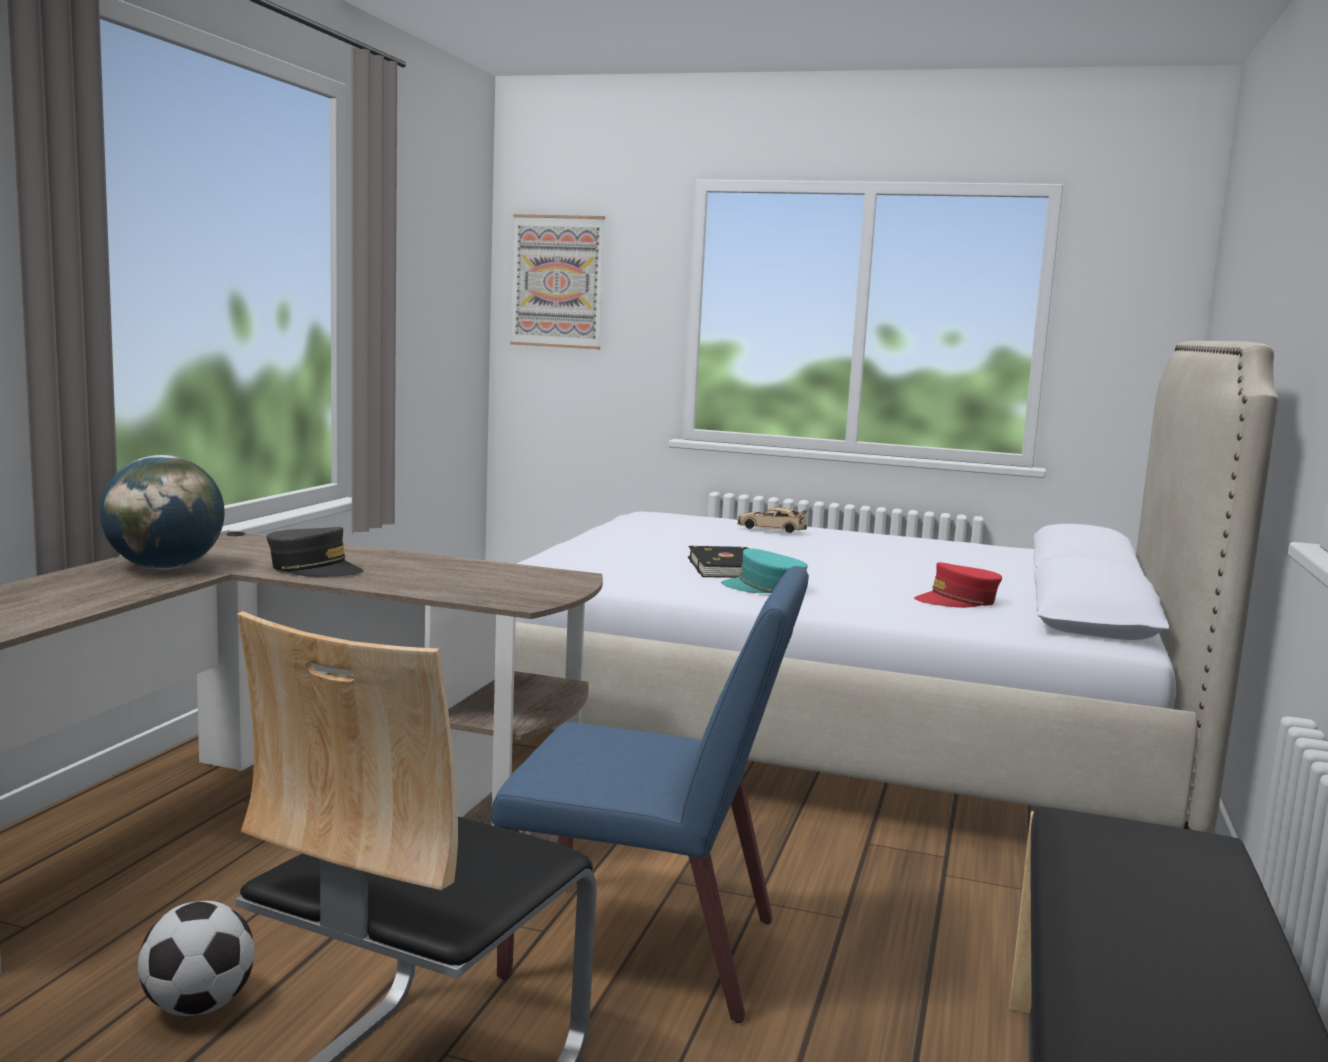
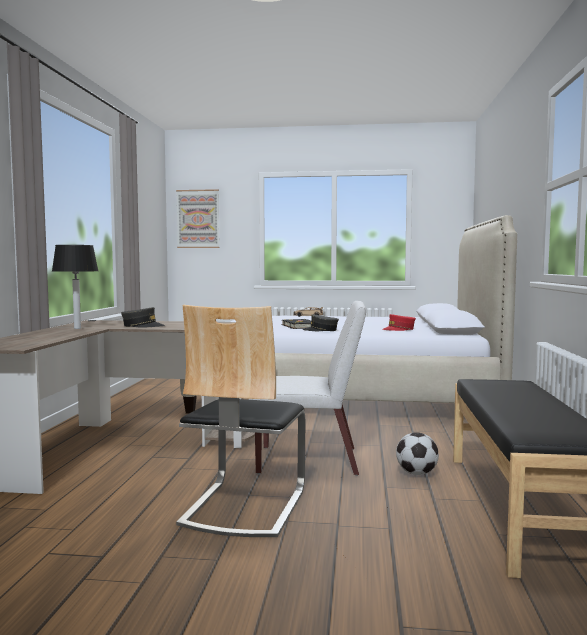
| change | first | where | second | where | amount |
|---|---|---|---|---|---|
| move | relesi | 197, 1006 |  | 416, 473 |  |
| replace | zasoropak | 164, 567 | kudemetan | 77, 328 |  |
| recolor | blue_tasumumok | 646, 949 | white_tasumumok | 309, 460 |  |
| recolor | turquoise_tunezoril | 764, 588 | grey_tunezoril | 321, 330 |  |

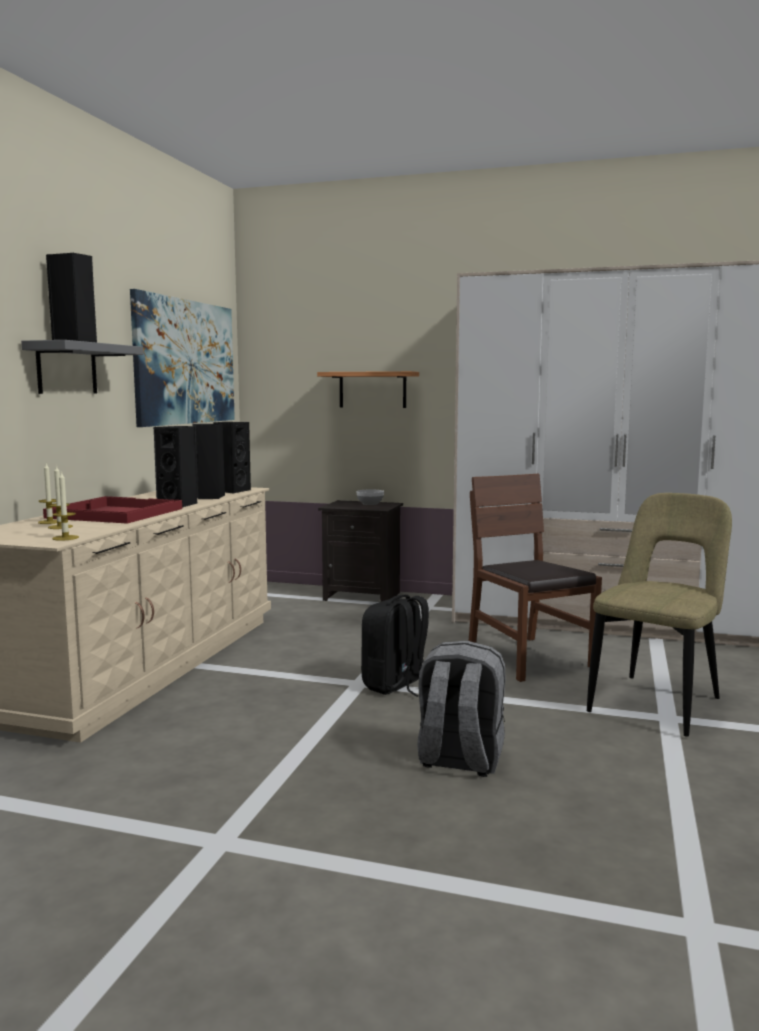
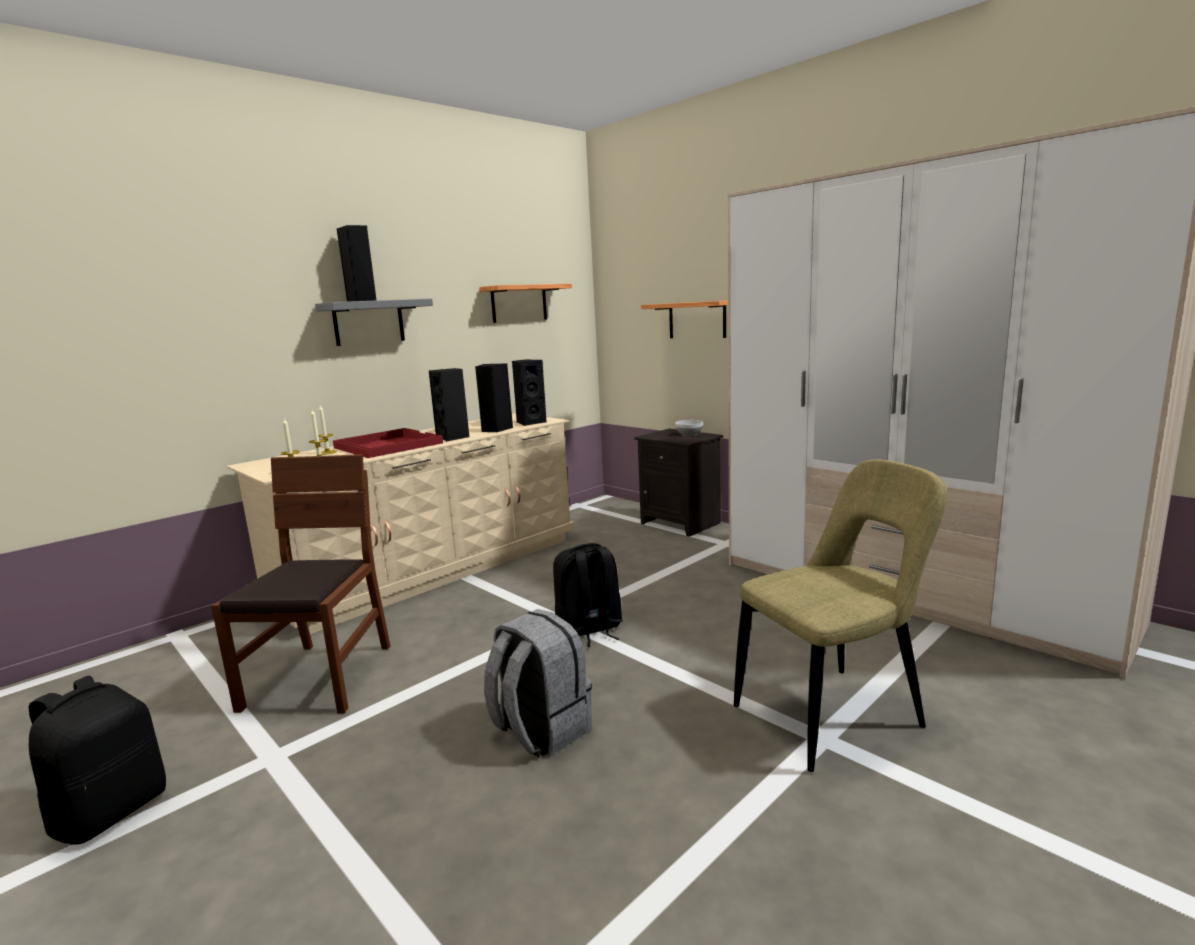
| change | first | where | second | where | amount |
|---|---|---|---|---|---|
| insert |  |  | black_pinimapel | 111, 811 |  |
| move | brown_tasumumok | 529, 658 |  | 321, 677 |  |
| replace | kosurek | 186, 362 | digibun | 519, 303 |  |

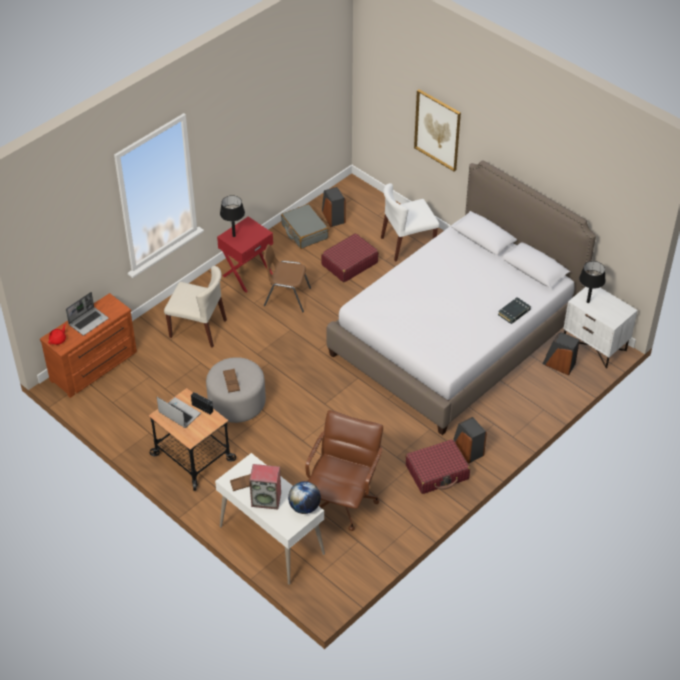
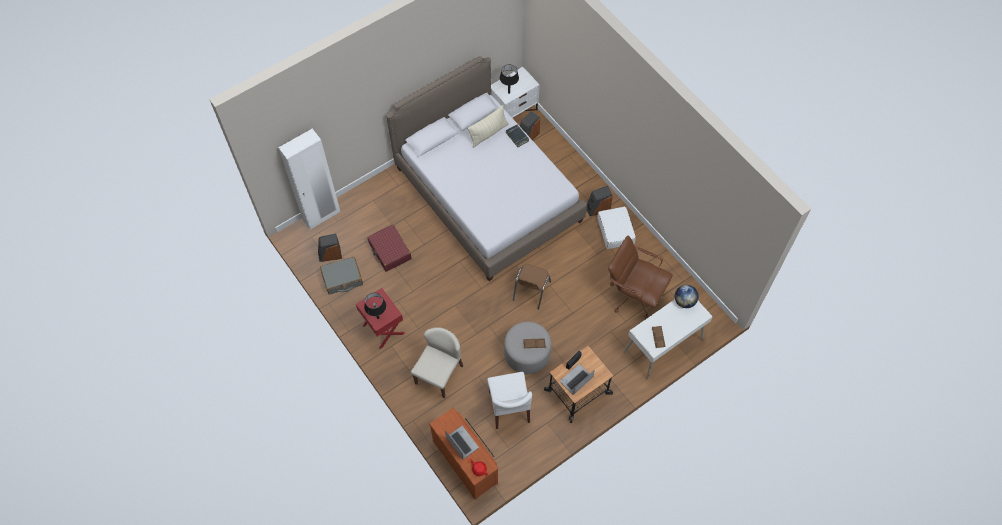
| change | first | where | second | where | amount |
|---|---|---|---|---|---|
| delete | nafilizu | 266, 499 |  |  |  |
| delete | kosurek | 437, 130 |  |  |  |
| insert |  |  | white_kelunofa | 321, 216 |  |
| insert |  |  | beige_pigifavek | 488, 133 |  |
| move | brown_tasumumok | 286, 297 |  | 530, 291 |  |
| move | white_tasumumok | 407, 244 |  | 509, 407 |  |
| recolor | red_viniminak | 437, 472 | white_viniminak | 615, 231 |  |

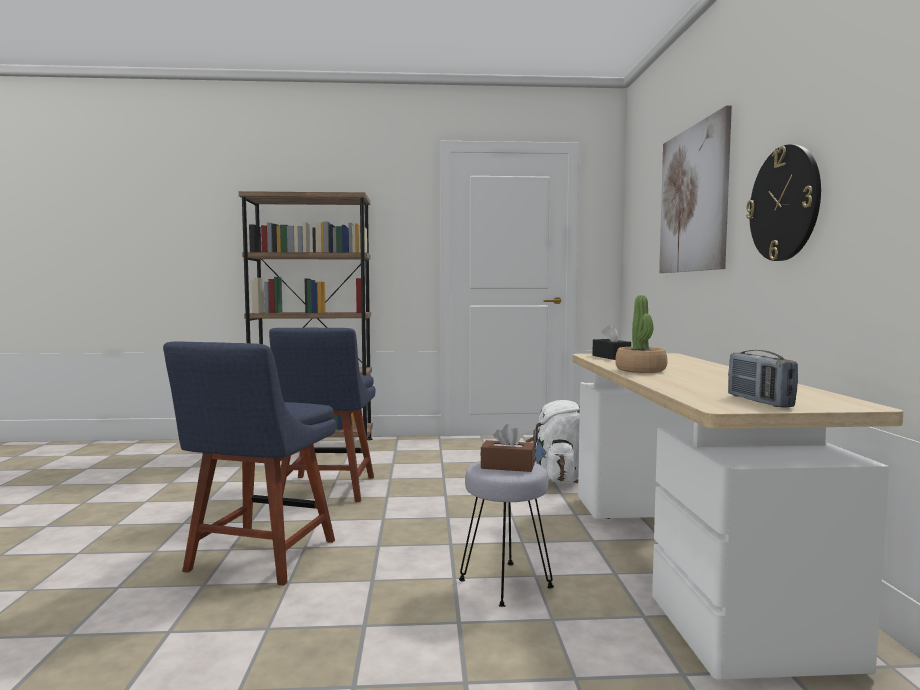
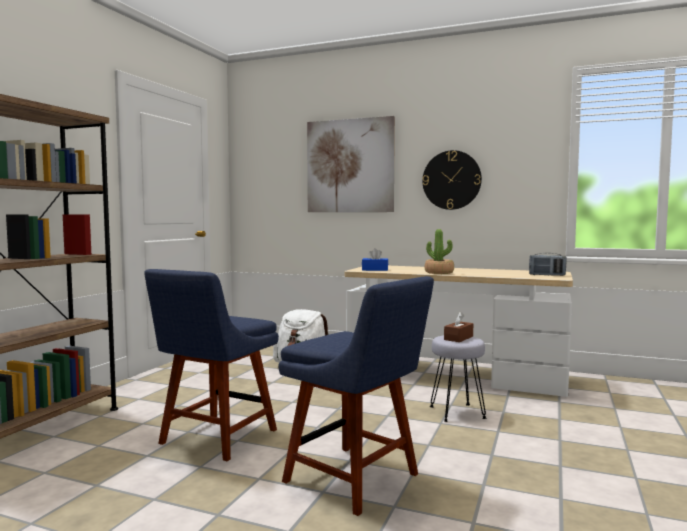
| change | first | where | second | where | amount |
|---|---|---|---|---|---|
| recolor | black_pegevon | 611, 357 | blue_pegevon | 375, 270 |  |
| rotate | blue_tasumumok | 326, 490 |  | 215, 438 | 90 degrees clockwise |

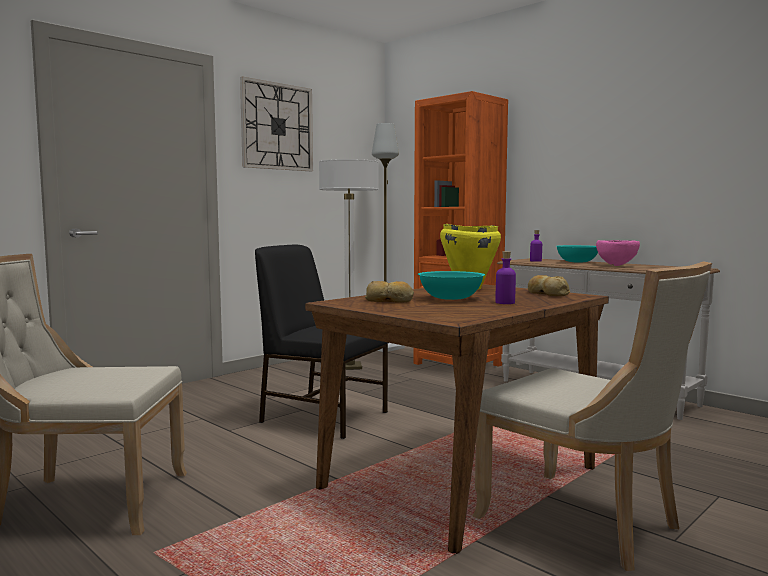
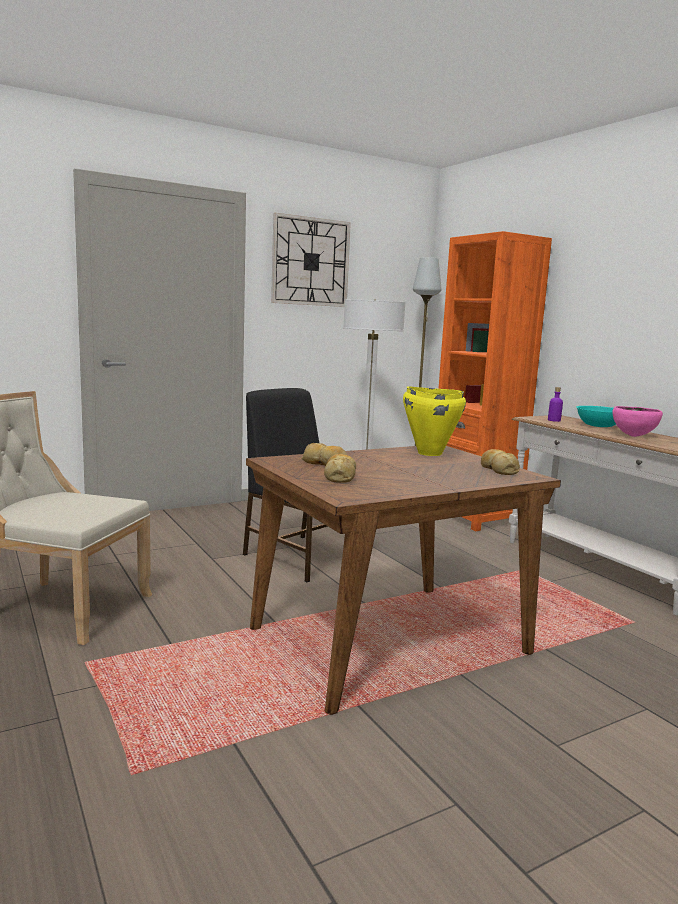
| change | first | where | second | where | amount |
|---|---|---|---|---|---|
| delete | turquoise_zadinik | 450, 298 |  |  |  |
| delete | beige_tasumumok | 585, 522 |  |  |  |
| delete | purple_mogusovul | 505, 302 |  |  |  |
| insert |  |  | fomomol | 340, 476 |  |

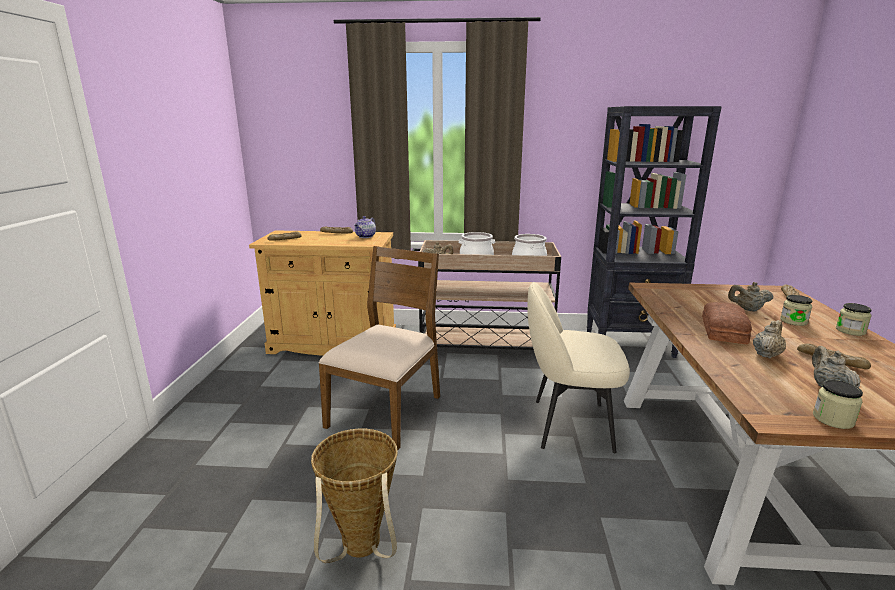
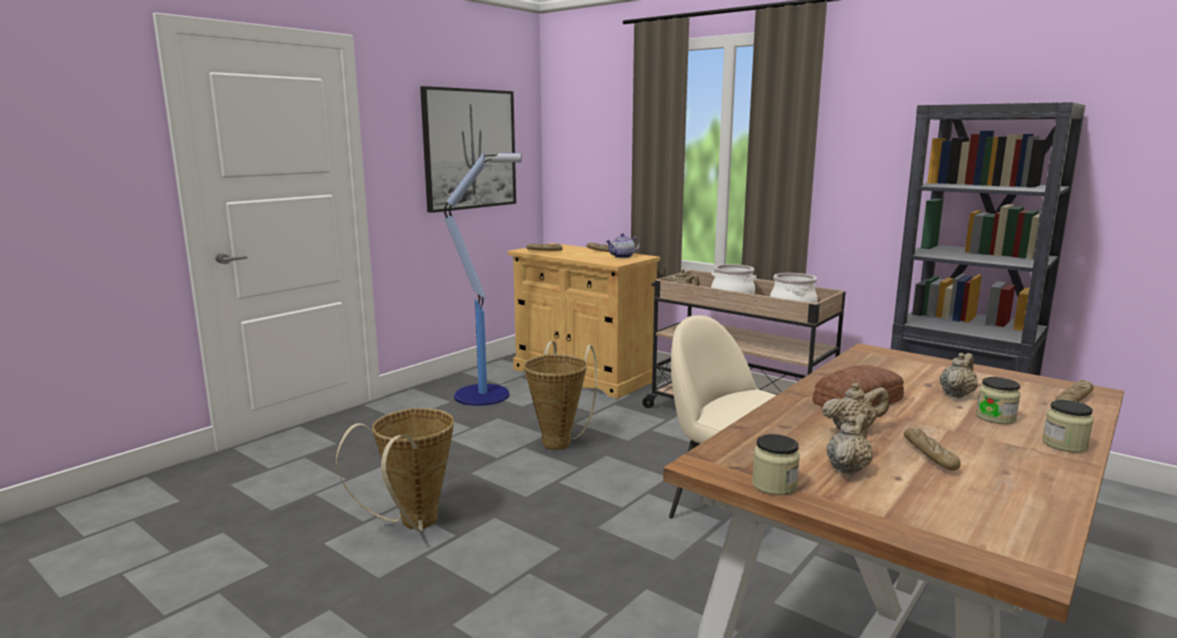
| change | first | where | second | where | amount |
|---|---|---|---|---|---|
| insert |  |  | kosurek | 470, 149 |  |
| insert |  |  | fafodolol | 484, 395 |  |
| replace | brown_tasumumok | 387, 411 | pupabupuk | 559, 441 |  |
| rotate | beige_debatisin | 747, 309 |  | 957, 395 | 90 degrees clockwise |

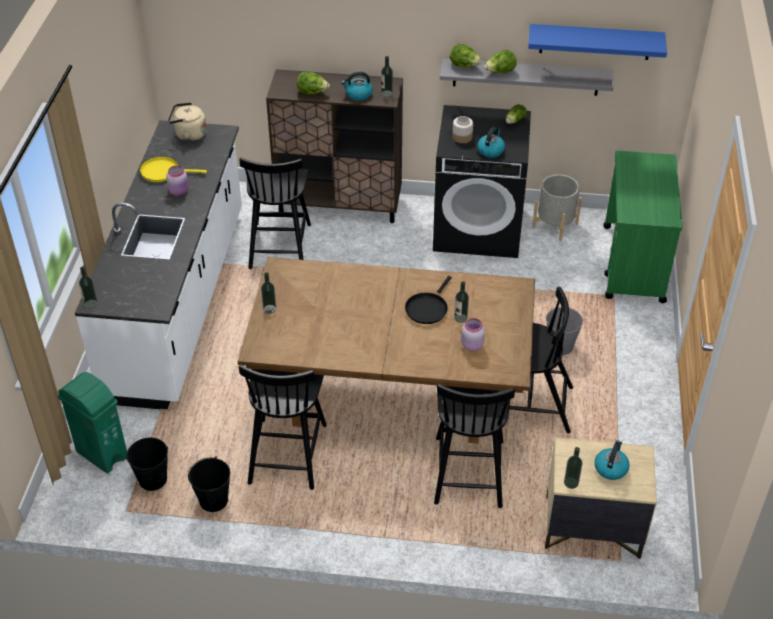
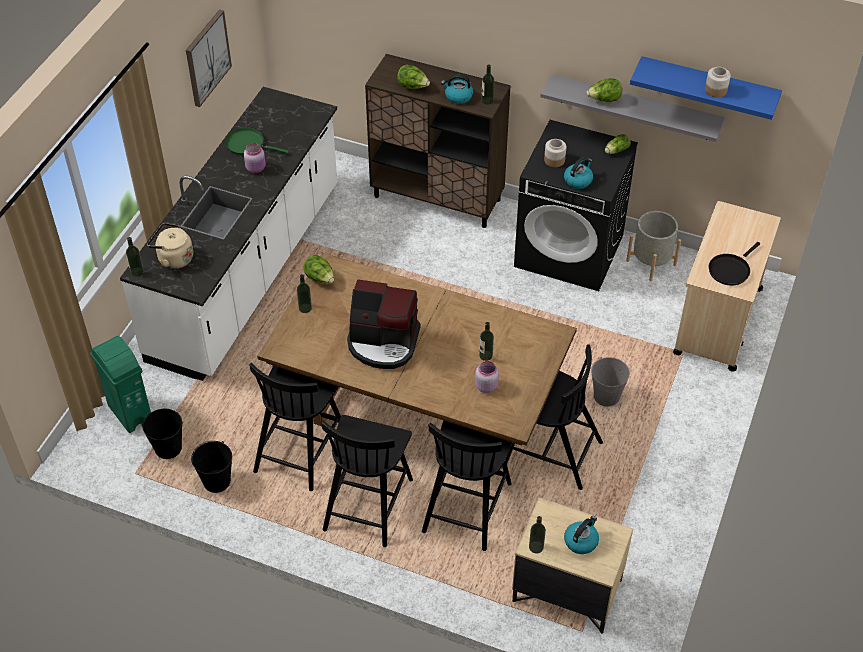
| change | first | where | second | where | amount |
|---|---|---|---|---|---|
| insert |  |  | kosurek | 207, 57 |  |
| insert |  |  | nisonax | 383, 343 |  |
| insert |  |  | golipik | 715, 90 |  |
| move | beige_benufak | 188, 135 |  | 173, 258 |  |
| move | black_tasumumok | 279, 245 |  | 368, 502 |  |
| move | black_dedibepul | 427, 308 |  | 730, 270 |  |
| move | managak | 464, 66 |  | 320, 278 |  |
| recolor | yellow_dedibepul | 163, 172 | green_dedibepul | 248, 144 |  |
| recolor | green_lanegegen | 633, 264 | beige_lanegegen | 717, 322 |  |

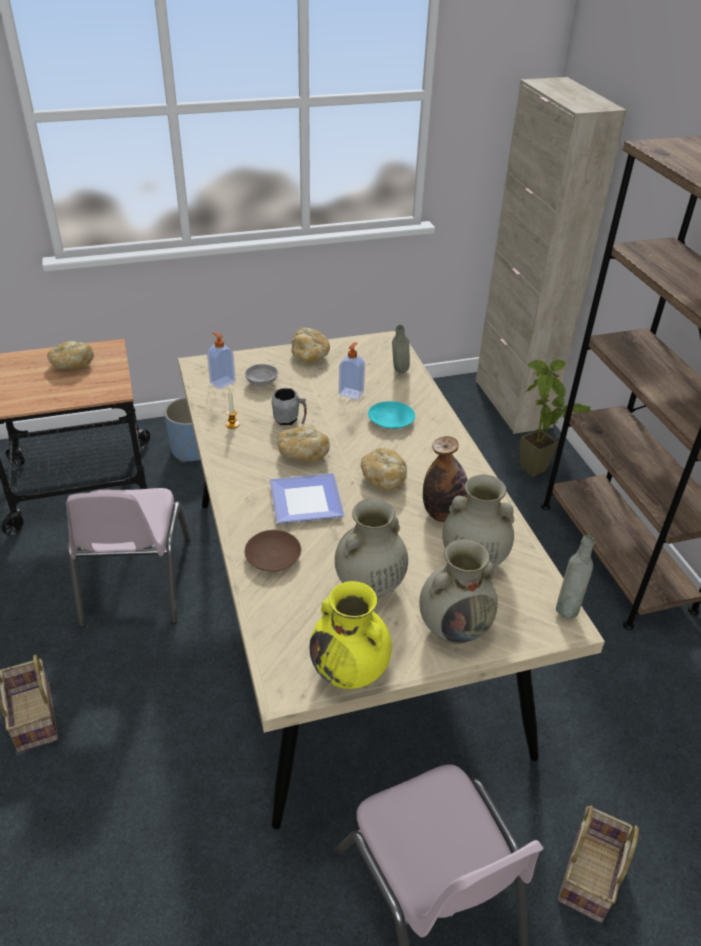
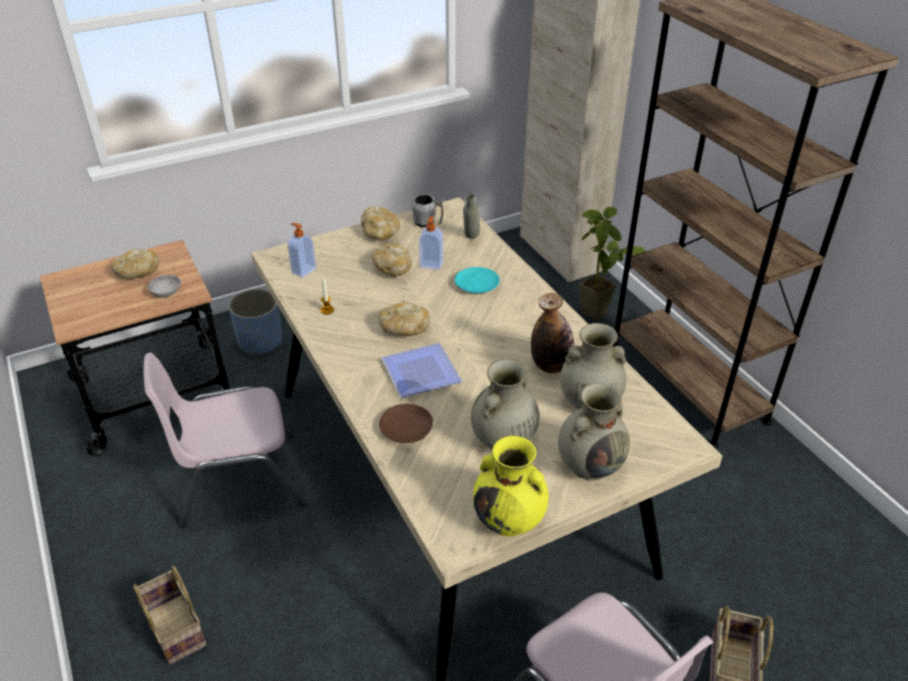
| change | first | where | second | where | amount |
|---|---|---|---|---|---|
| delete | grey_mogusovul | 568, 607 |  |  |  |
| move | grey_zadinik | 262, 382 |  | 166, 293 |  |
| move | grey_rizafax | 290, 420 |  | 428, 222 |  |
| move | fomomol | 384, 478 |  | 393, 268 |  |
| rotate | pink_tasumumok | 135, 581 |  | 239, 480 | 90 degrees clockwise |

